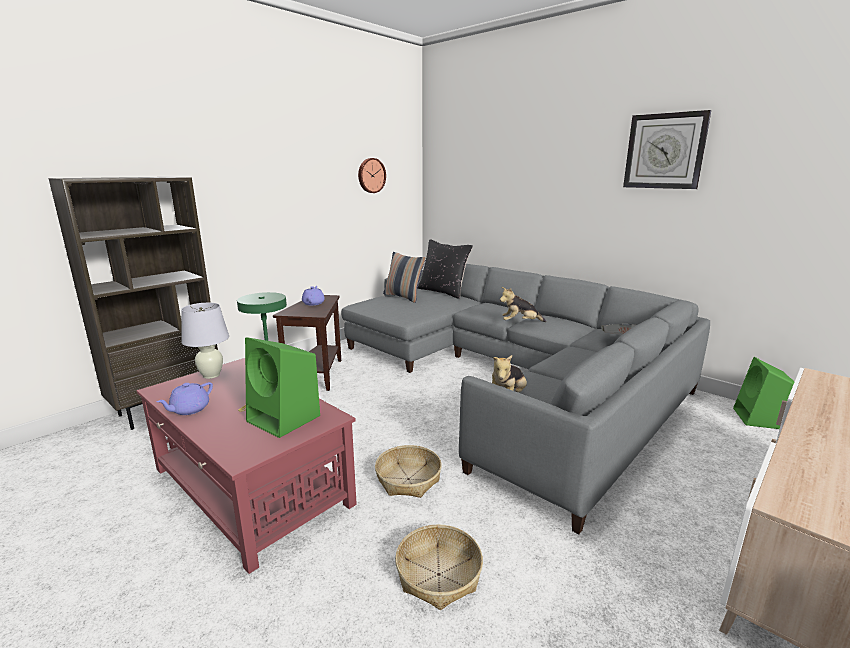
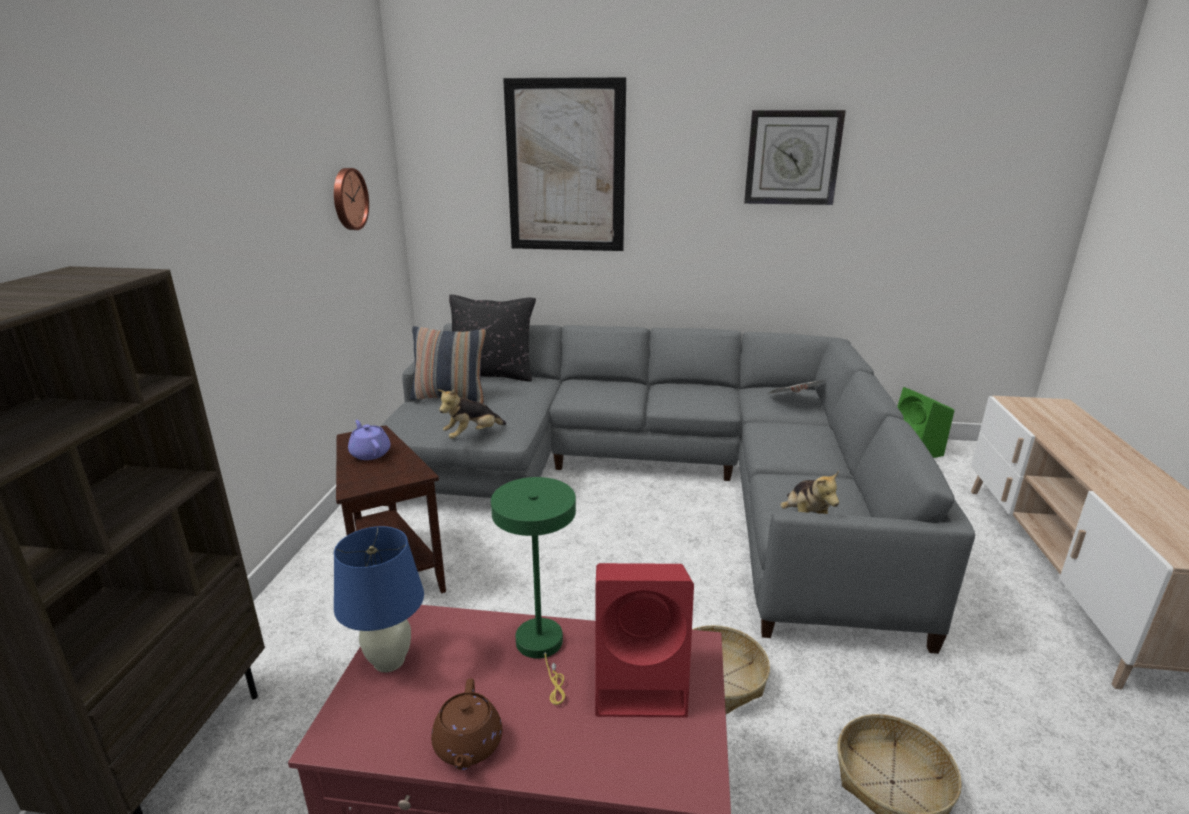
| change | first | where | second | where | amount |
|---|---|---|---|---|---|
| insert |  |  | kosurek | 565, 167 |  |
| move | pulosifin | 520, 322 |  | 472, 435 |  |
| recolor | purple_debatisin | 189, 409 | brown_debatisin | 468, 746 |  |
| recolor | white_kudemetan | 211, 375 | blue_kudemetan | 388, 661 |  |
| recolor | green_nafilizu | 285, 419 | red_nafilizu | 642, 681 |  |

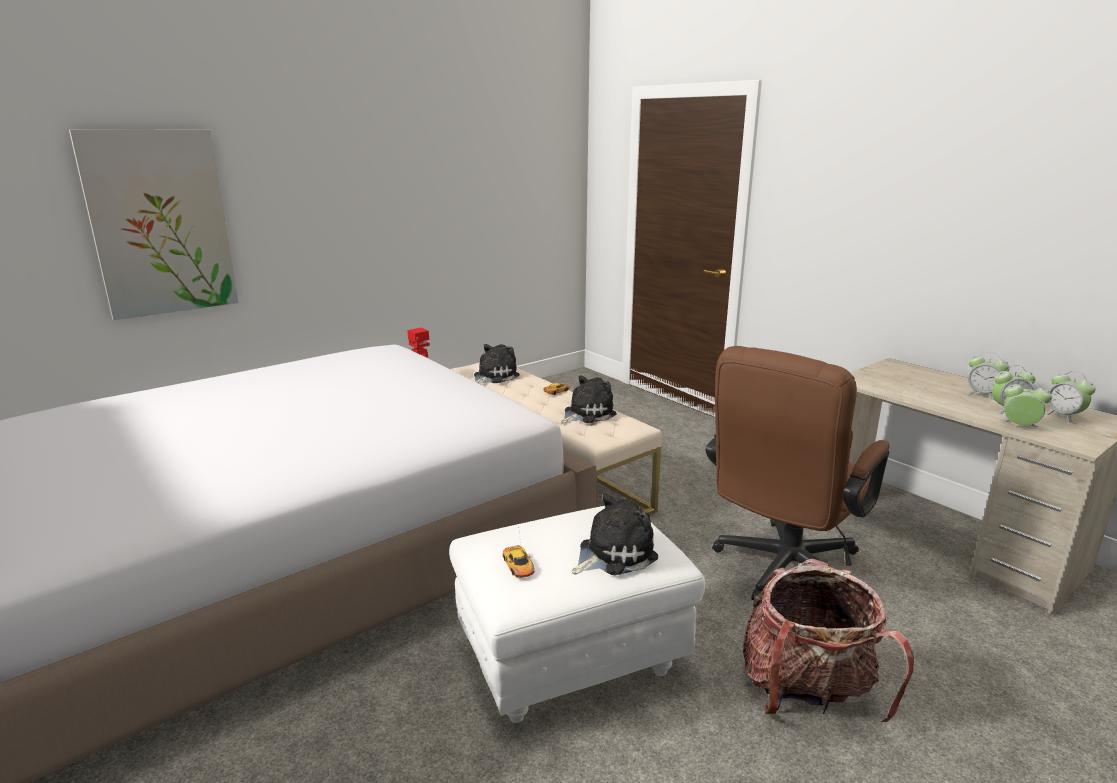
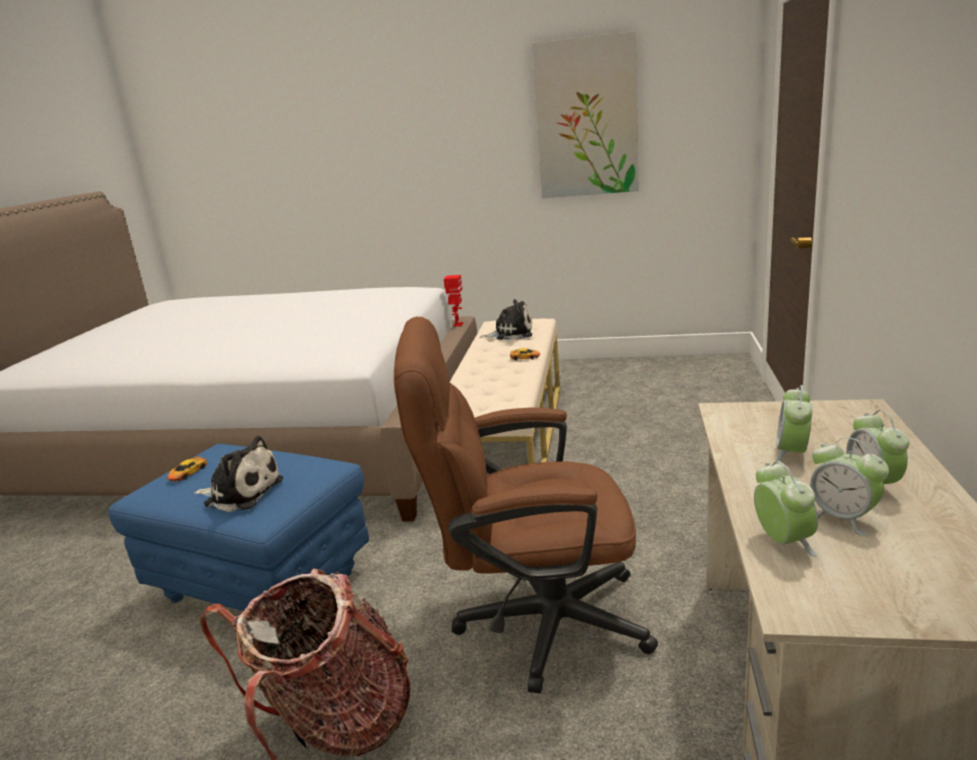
| change | first | where | second | where | amount |
|---|---|---|---|---|---|
| delete | pulosifin | 586, 414 |  |  |  |
| move | kosurek | 160, 223 |  | 586, 118 |  |
| move | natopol | 1063, 416 |  | 792, 454 |  |
| recolor | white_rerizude | 571, 660 | blue_rerizude | 264, 586 |  |

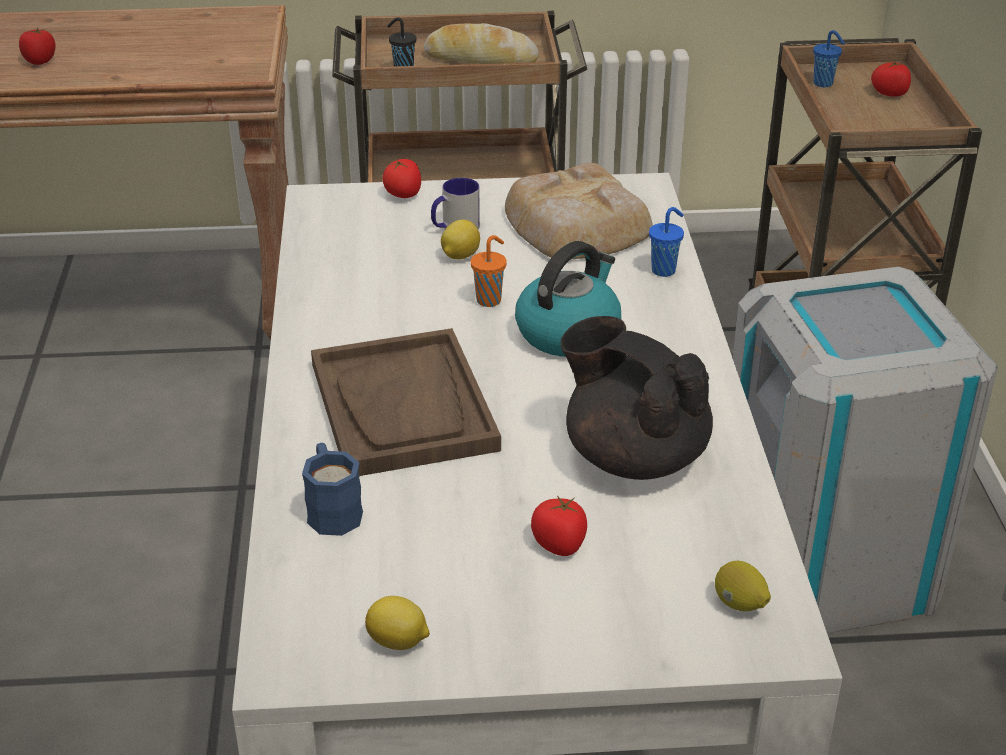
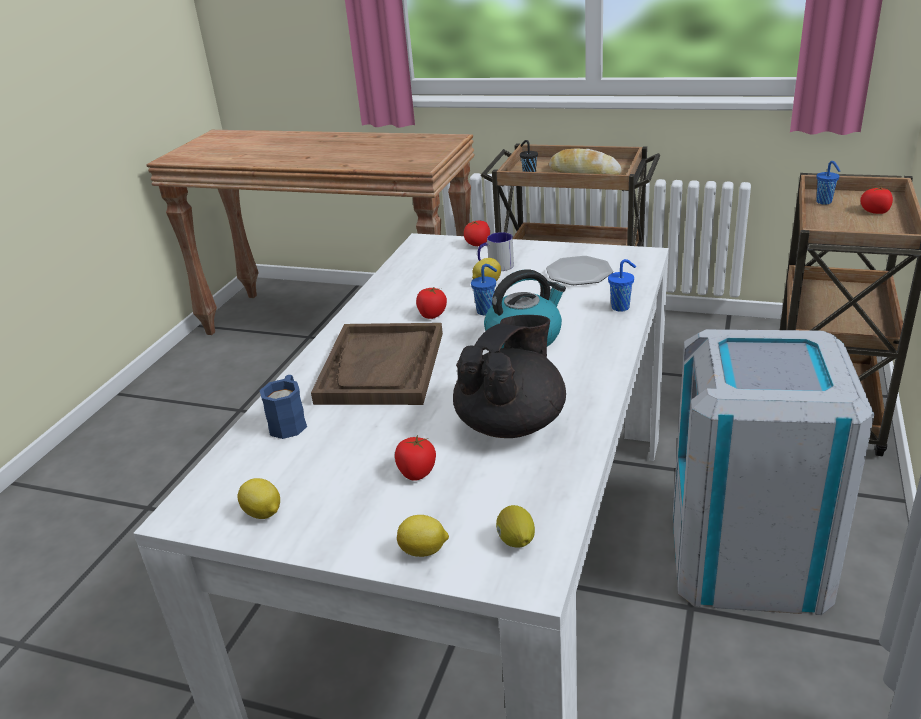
| change | first | where | second | where | amount |
|---|---|---|---|---|---|
| insert |  |  | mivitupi | 424, 551 |  |
| move | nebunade | 39, 61 |  | 432, 314 |  |
| replace | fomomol | 576, 226 | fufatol | 578, 273 |  |
| recolor | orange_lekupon | 490, 300 | blue_lekupon | 486, 311 |  |
| rotate | black_debatisin | 633, 456 |  | 512, 423 | 60 degrees clockwise |

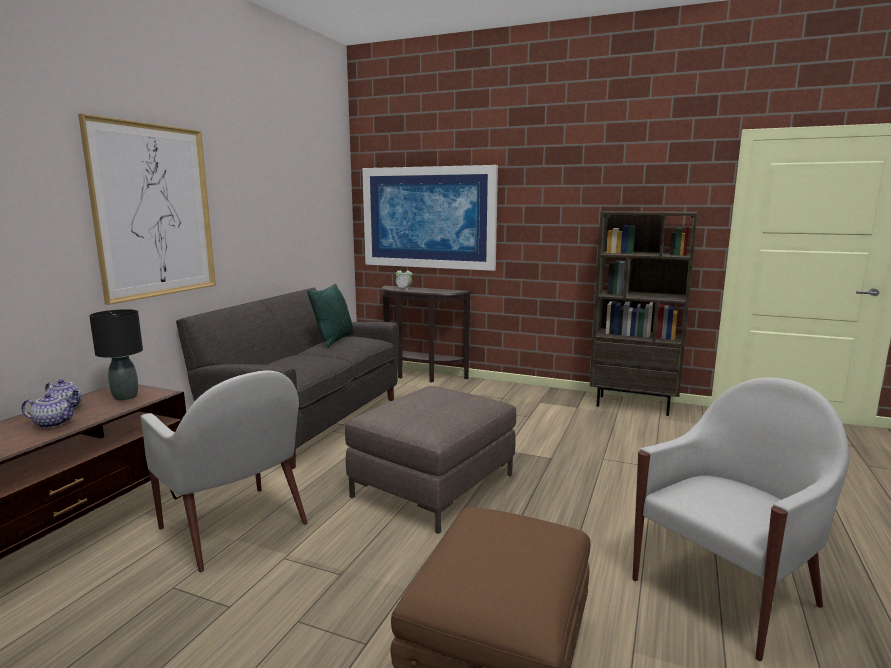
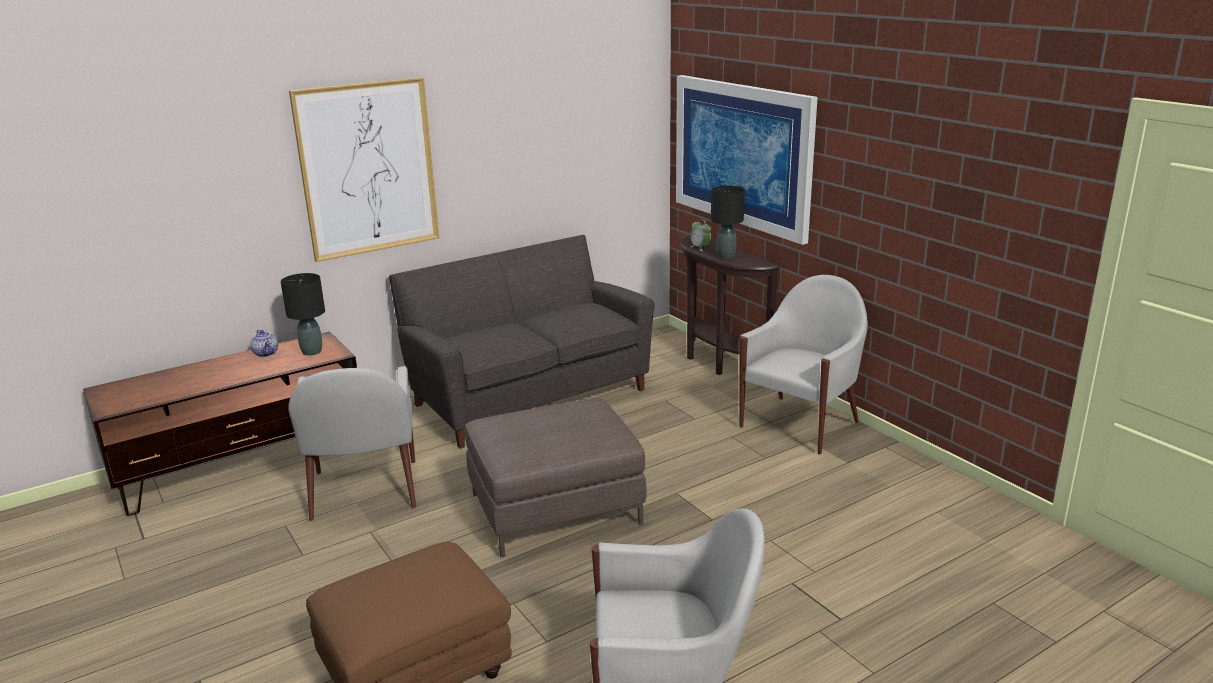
| change | first | where | second | where | amount |
|---|---|---|---|---|---|
| delete | debatisin | 53, 424 |  |  |  |
| delete | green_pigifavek | 334, 340 |  |  |  |
| delete | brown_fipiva | 633, 405 |  |  |  |
| insert |  |  | black_kudemetan | 725, 255 |  |
| insert |  |  | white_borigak | 801, 424 |  |

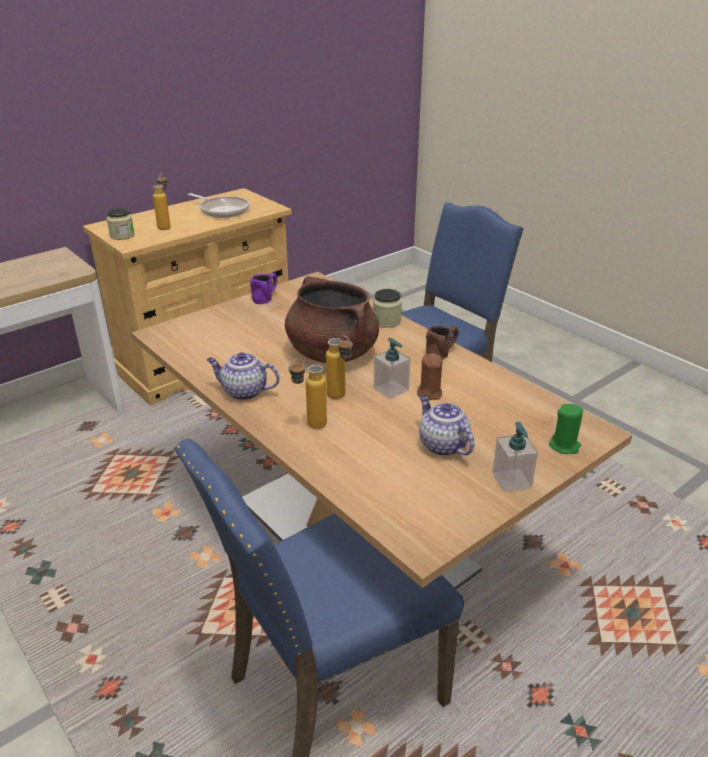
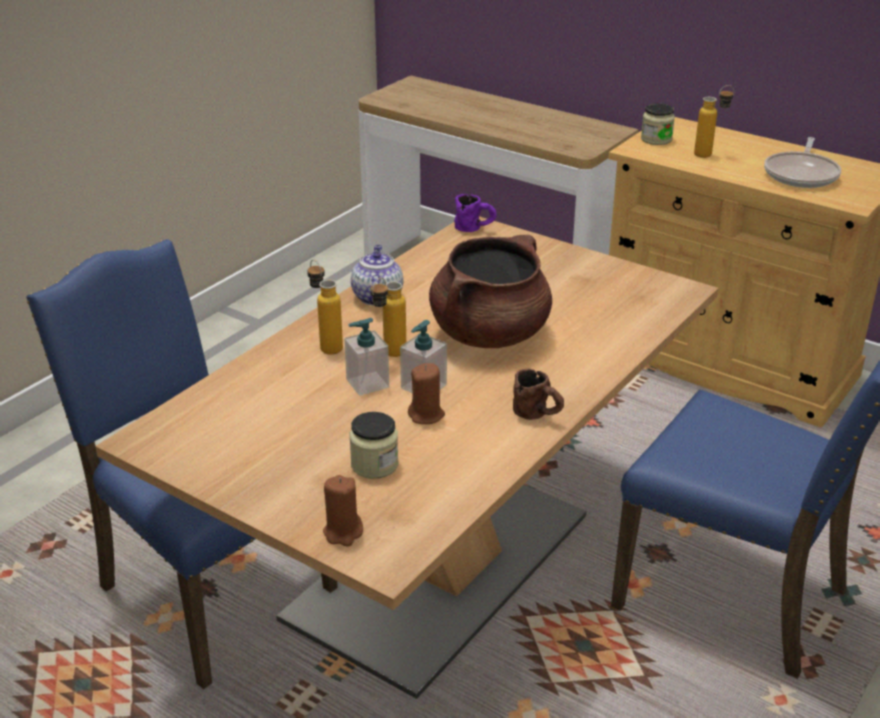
| change | first | where | second | where | amount |
|---|---|---|---|---|---|
| delete | debatisin | 442, 445 |  |  |  |
| move | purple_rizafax | 266, 297 |  | 475, 228 |  |
| move | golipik | 386, 321 |  | 374, 465 |  |
| move | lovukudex | 511, 480 |  | 367, 383 |  |
| recolor | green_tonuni | 564, 446 | brown_tonuni | 343, 532 |  |

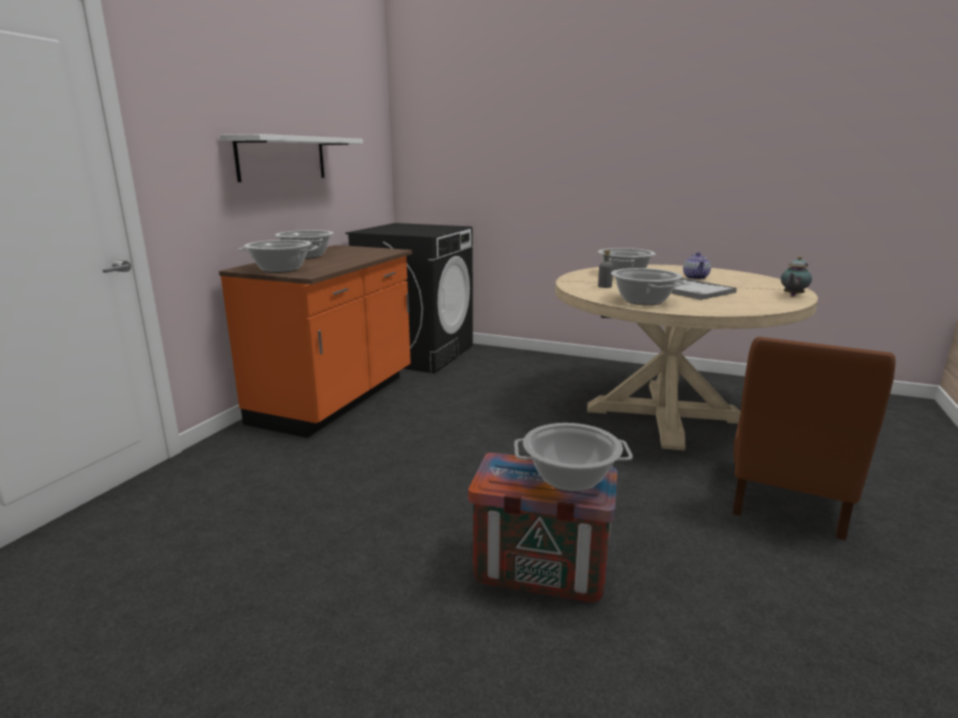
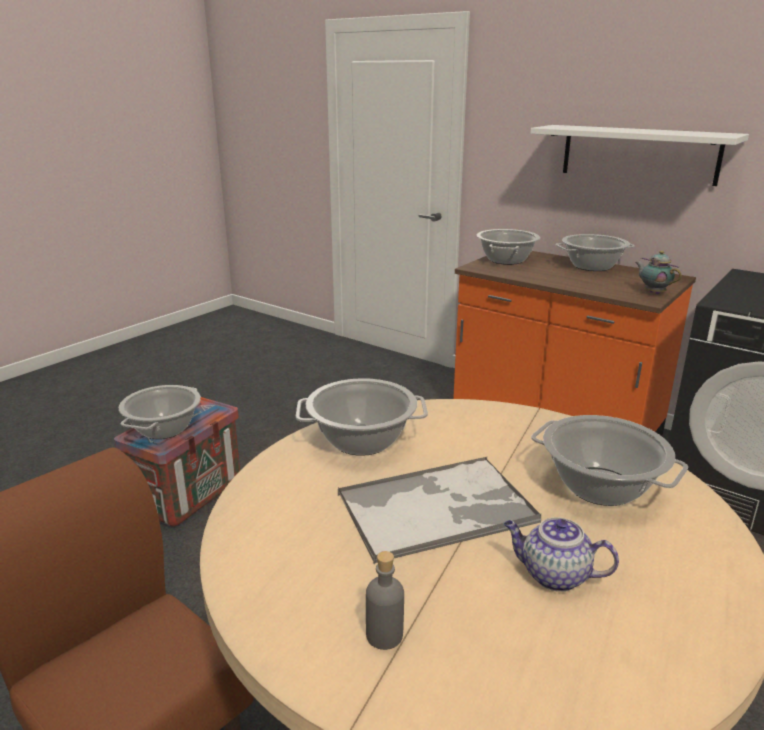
| change | first | where | second | where | amount |
|---|---|---|---|---|---|
| move | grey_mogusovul | 604, 286 |  | 384, 635 |  |
| move | debatisin | 792, 295 |  | 653, 293 |  |

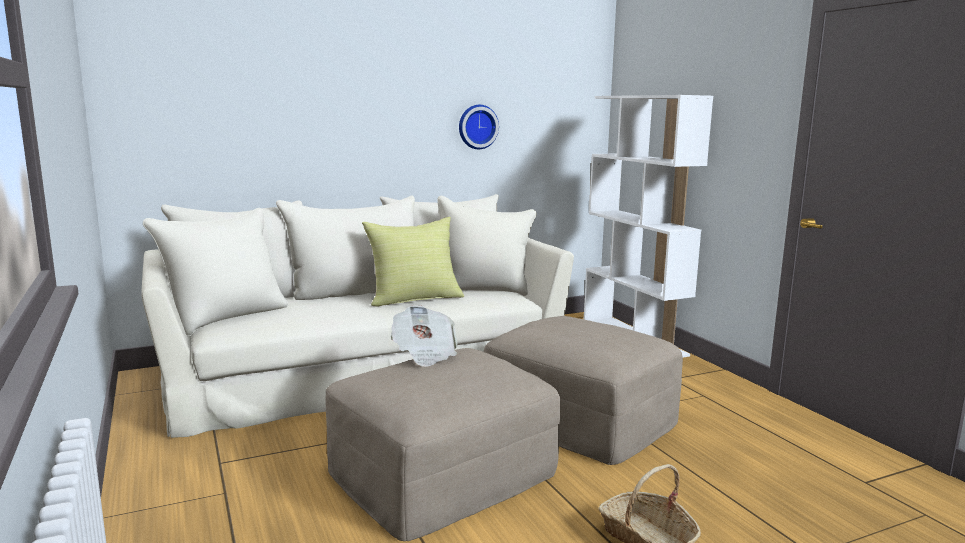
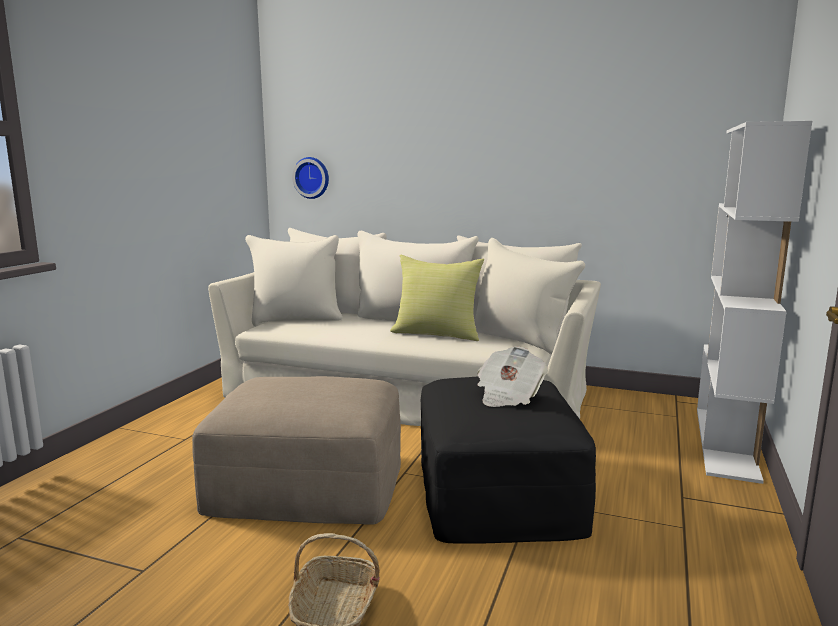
| change | first | where | second | where | amount |
|---|---|---|---|---|---|
| move | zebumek | 424, 353 |  | 508, 396 |  |
| move | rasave | 477, 127 |  | 312, 177 |  |
| recolor | beige_rerizude | 580, 417 | black_rerizude | 497, 491 |  |

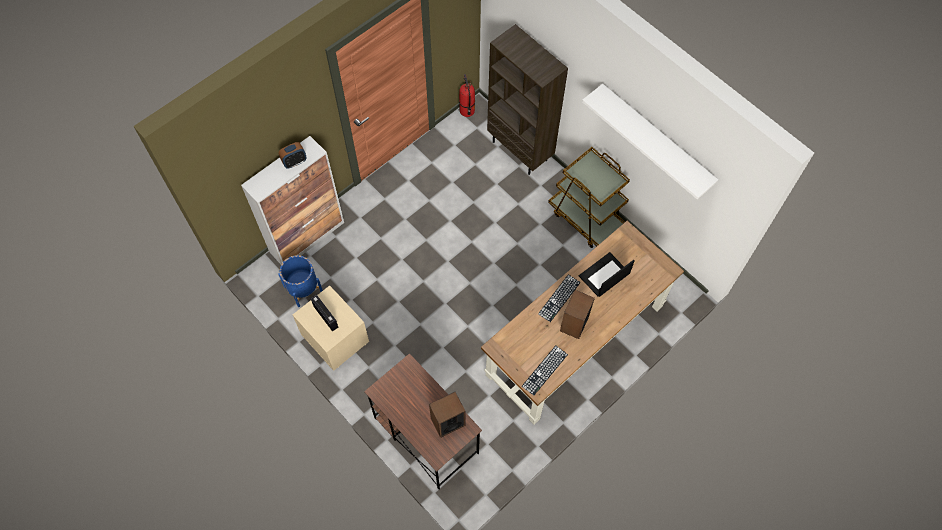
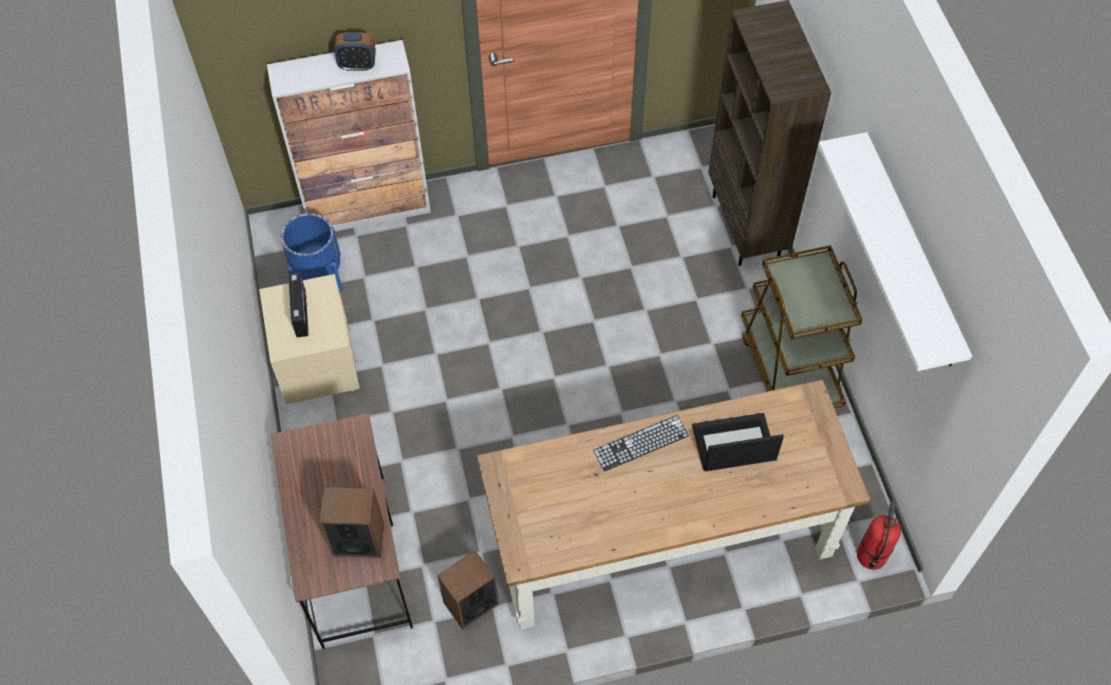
| change | first | where | second | where | amount |
|---|---|---|---|---|---|
| delete | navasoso | 544, 370 |  |  |  |
| move | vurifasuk | 466, 111 |  | 871, 555 |  |
| move | nafilizu | 574, 323 |  | 470, 603 |  |

